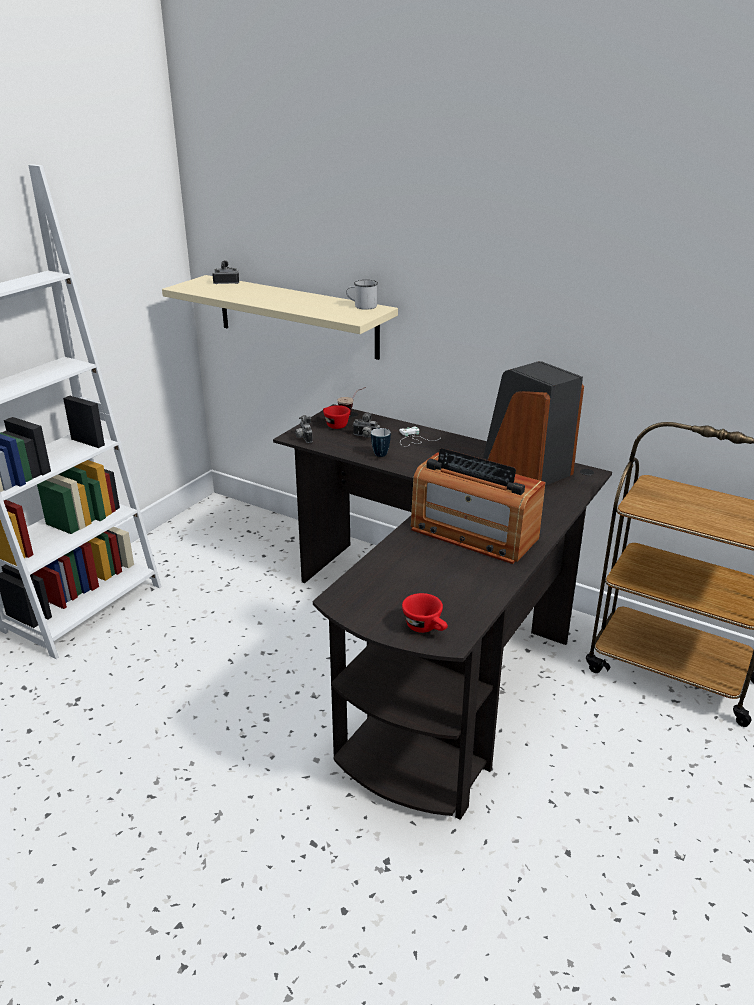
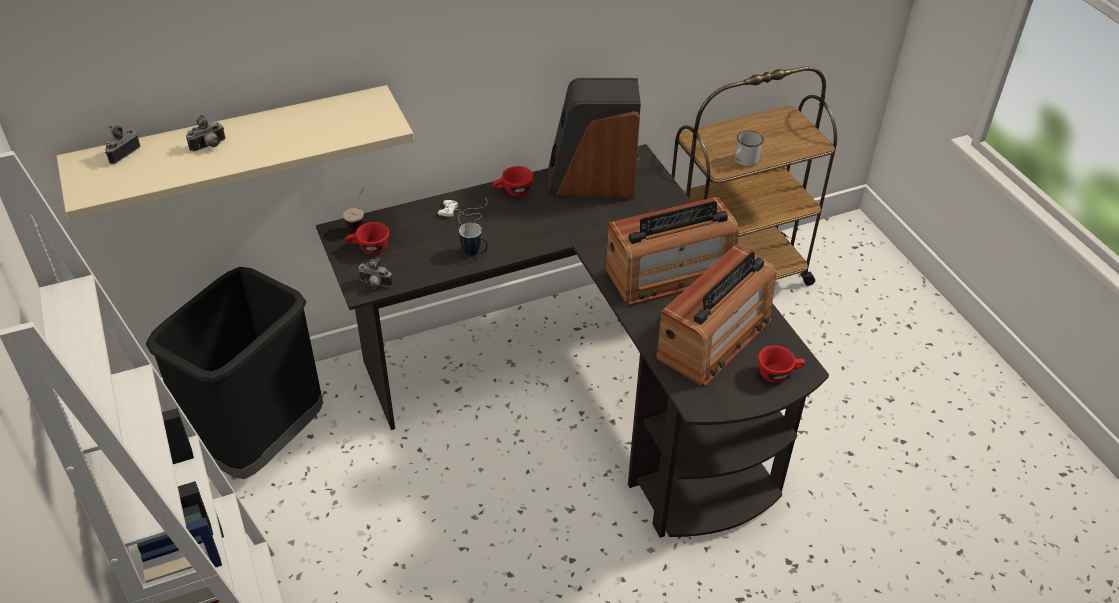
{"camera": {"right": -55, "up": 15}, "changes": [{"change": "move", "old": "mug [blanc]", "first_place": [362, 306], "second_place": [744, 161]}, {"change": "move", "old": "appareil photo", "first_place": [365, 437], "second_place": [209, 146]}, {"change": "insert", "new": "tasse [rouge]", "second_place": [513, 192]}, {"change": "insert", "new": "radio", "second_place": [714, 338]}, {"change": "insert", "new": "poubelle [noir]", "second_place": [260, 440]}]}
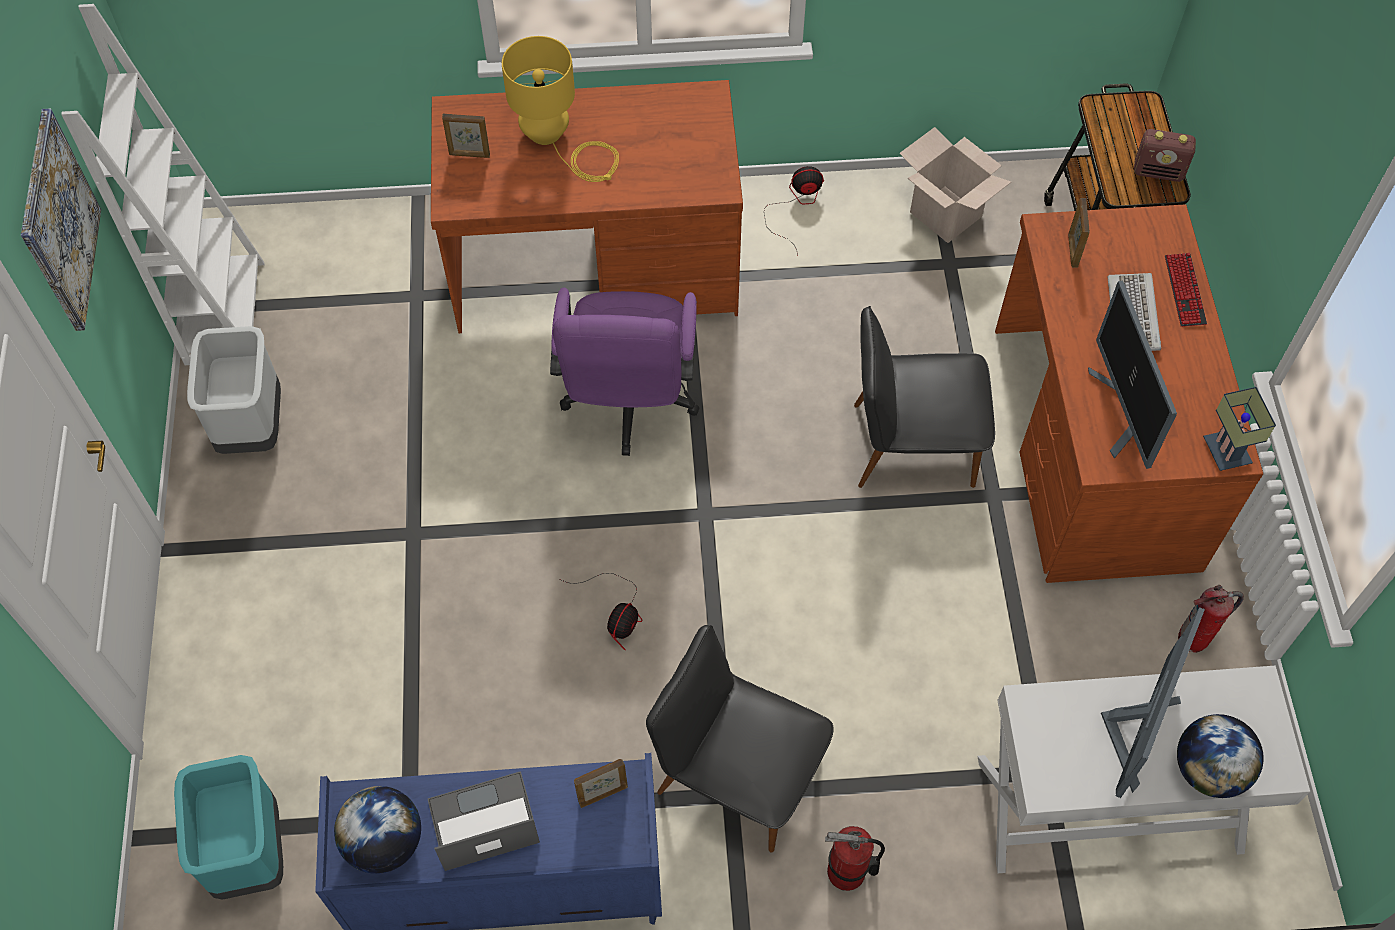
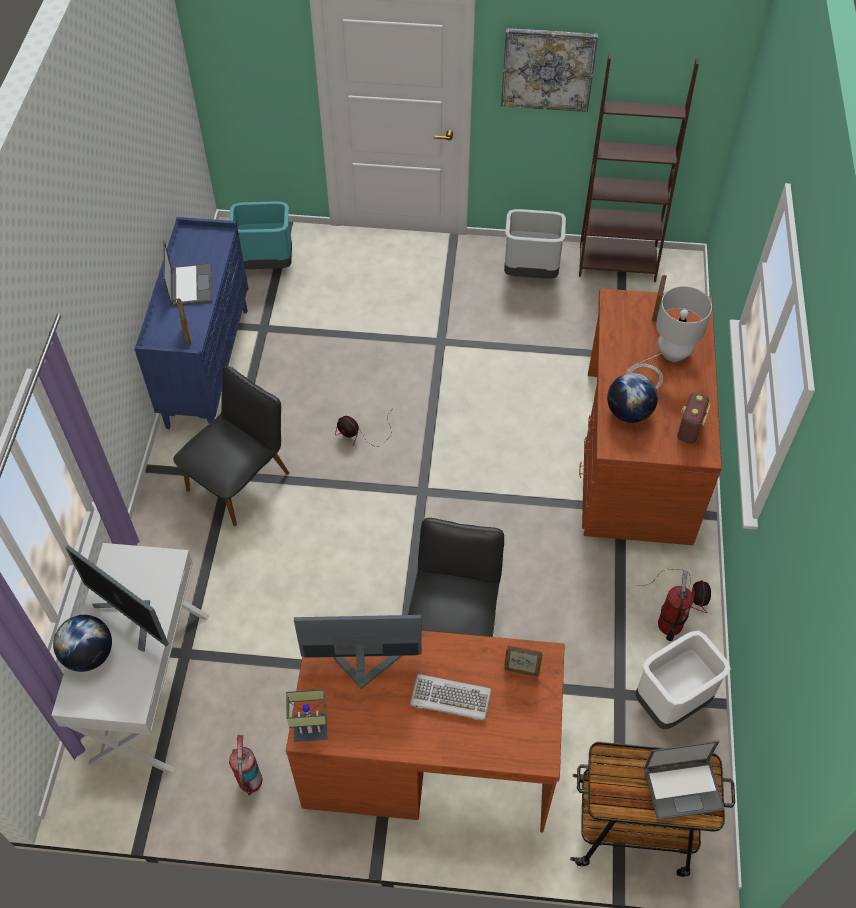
{"camera": {"right": 100, "up": -5}, "changes": [{"change": "recolor", "old": "bibliothèque [blanc]", "new": "bibliothèque [marron]", "first_place": [224, 313], "second_place": [617, 262]}, {"change": "recolor", "old": "lampe de table [jaune]", "new": "lampe de table [gris]", "first_place": [564, 144], "second_place": [662, 362]}, {"change": "replace", "old": "carton", "new": "poubelle [blanc]", "first_place": [945, 214], "second_place": [671, 703]}, {"change": "move", "old": "radio", "first_place": [1159, 172], "second_place": [689, 430]}, {"change": "delete", "old": "clavier", "first_place": [1184, 290]}, {"change": "delete", "old": "chaise de bureau [violet]", "first_place": [629, 405]}, {"change": "move", "old": "globe", "first_place": [385, 842], "second_place": [628, 412]}, {"change": "move", "old": "extincteur", "first_place": [847, 872], "second_place": [669, 625]}, {"change": "insert", "new": "ordinateur portable", "second_place": [684, 788]}]}
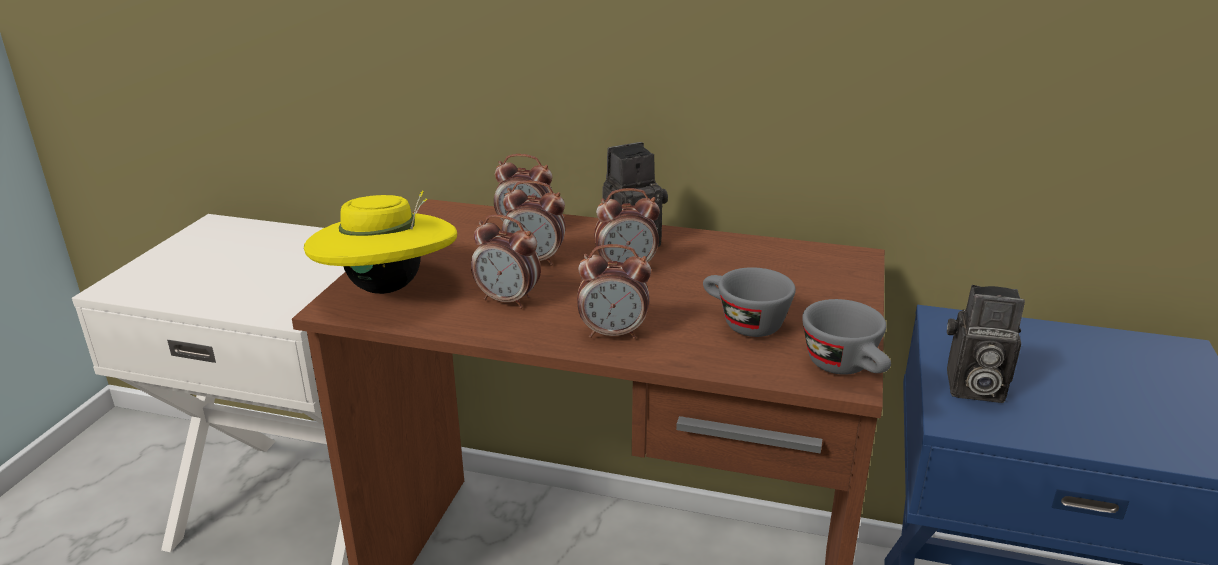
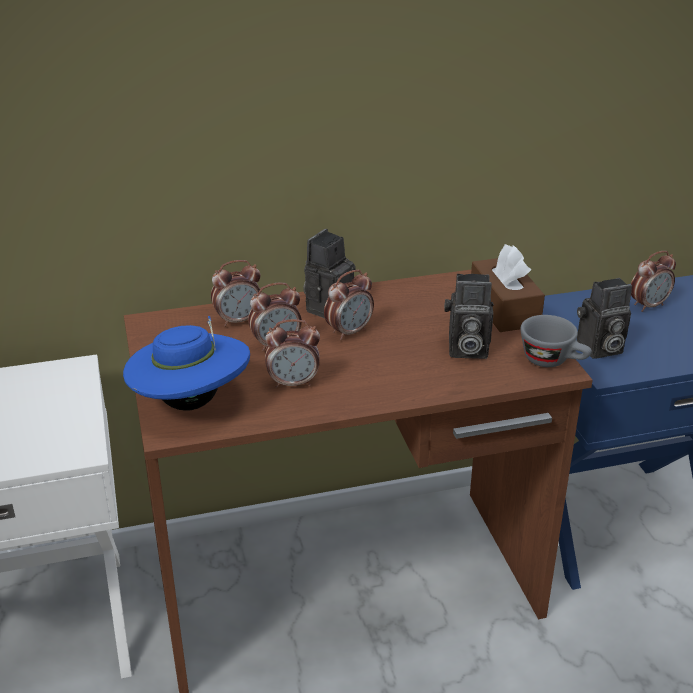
{"camera": {"right": -30, "up": 5}, "changes": [{"change": "recolor", "old": "chapeau [jaune]", "new": "chapeau [bleu]", "first_place": [388, 288], "second_place": [191, 402]}, {"change": "move", "old": "réveil", "first_place": [613, 333], "second_place": [648, 305]}, {"change": "replace", "old": "tasse [gris]", "new": "appareil photo", "first_place": [742, 323], "second_place": [465, 349]}, {"change": "insert", "new": "boîte à mouchoirs [marron]", "second_place": [504, 308]}]}
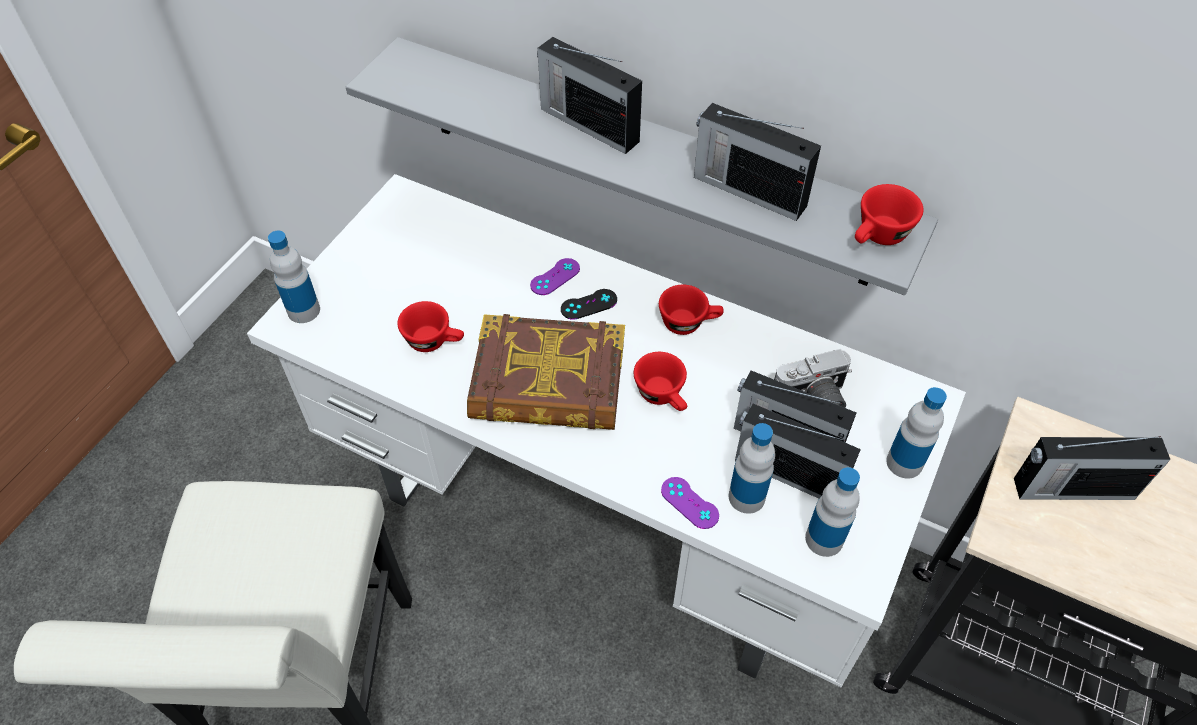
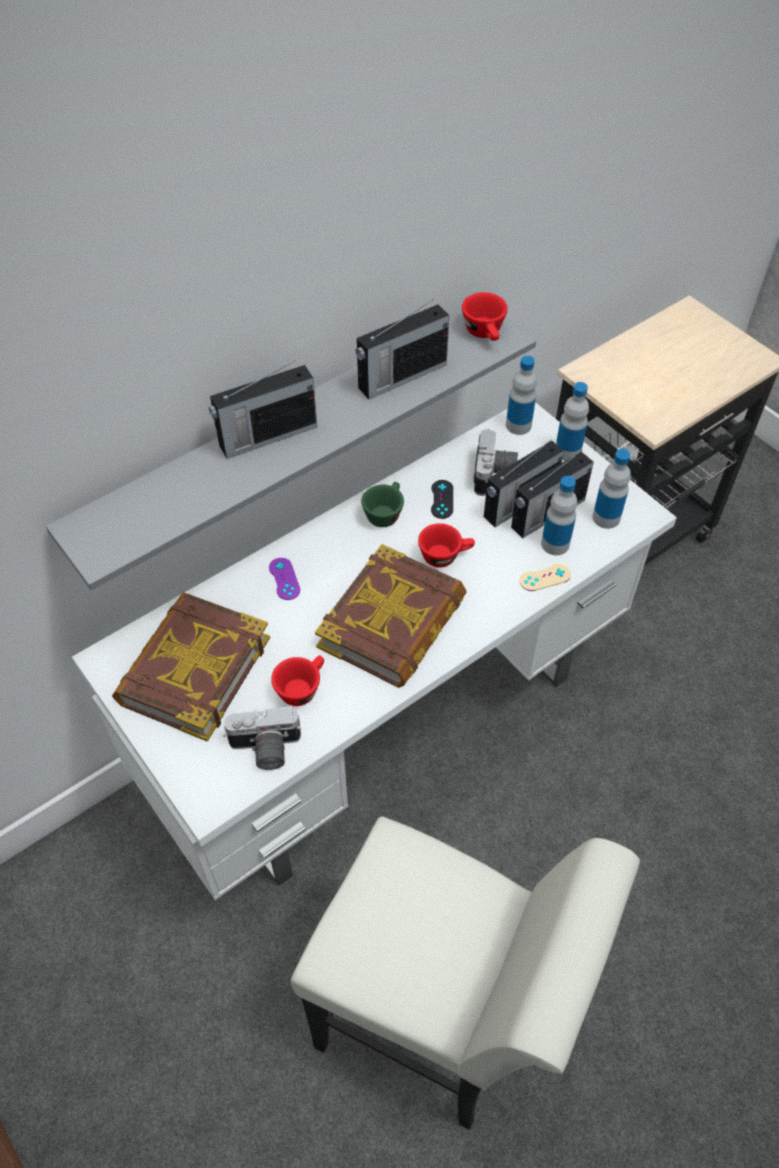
{"camera": {"right": -65, "up": 0}, "changes": [{"change": "move", "old": "bouteille", "first_place": [304, 310], "second_place": [518, 425]}, {"change": "recolor", "old": "tasse [rouge]", "new": "tasse [vert]", "first_place": [689, 322], "second_place": [384, 513]}, {"change": "move", "old": "manette [noir]", "first_place": [589, 304], "second_place": [442, 499]}, {"change": "delete", "old": "radio", "first_place": [1071, 488]}, {"change": "recolor", "old": "manette [violet]", "new": "manette [beige]", "first_place": [689, 503], "second_place": [545, 577]}, {"change": "insert", "new": "livre", "second_place": [194, 670]}, {"change": "insert", "new": "appareil photo", "second_place": [265, 749]}]}
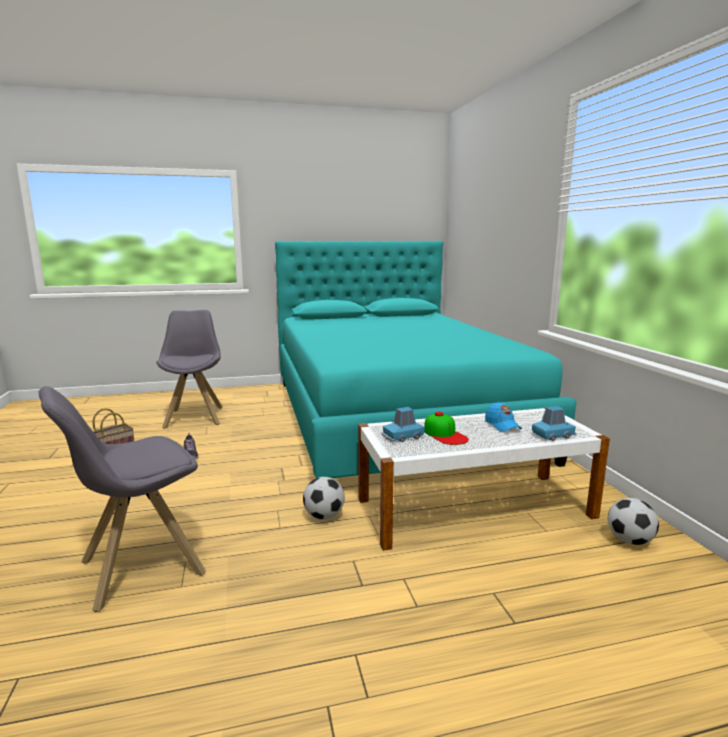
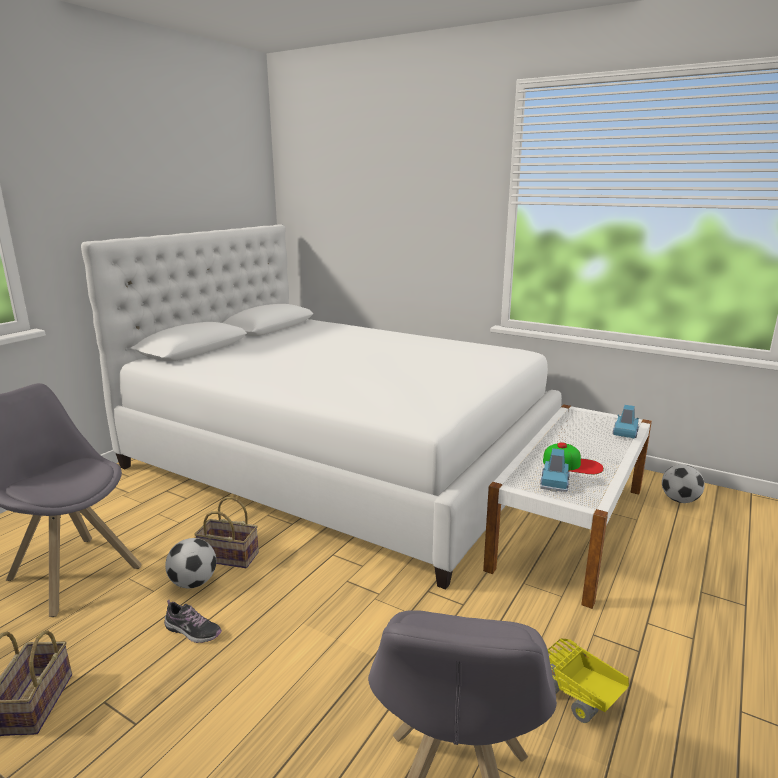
{"camera": {"right": -45, "up": 5}, "changes": [{"change": "recolor", "old": "lit [turquoise]", "new": "lit [blanc]", "first_place": [394, 416], "second_place": [340, 460]}, {"change": "delete", "old": "casquette [bleu]", "first_place": [502, 425]}, {"change": "move", "old": "ballon de foot", "first_place": [324, 516], "second_place": [193, 583]}, {"change": "insert", "new": "panier", "second_place": [227, 557]}, {"change": "insert", "new": "camion jouet", "second_place": [579, 698]}]}
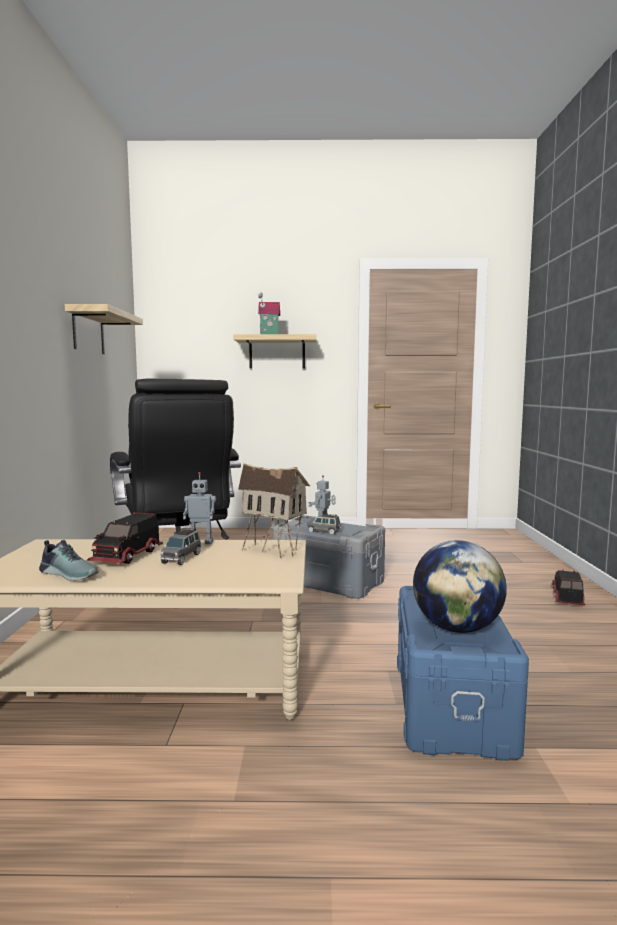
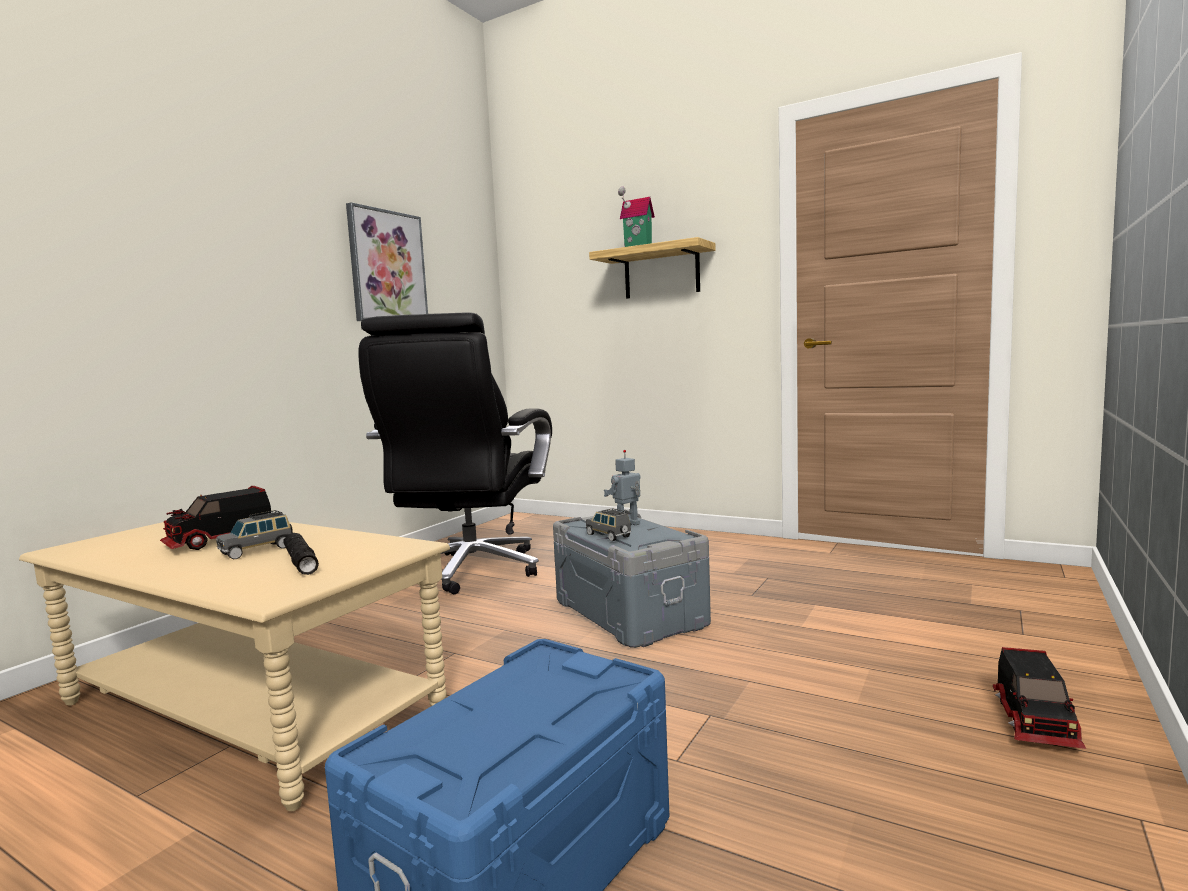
{"camera": {"right": 30, "up": 0}, "changes": [{"change": "replace", "old": "étagère", "new": "tableau", "first_place": [88, 331], "second_place": [387, 267]}, {"change": "delete", "old": "maison miniature", "first_place": [274, 550]}, {"change": "delete", "old": "robot jouet", "first_place": [201, 542]}, {"change": "delete", "old": "chaussure", "first_place": [70, 574]}, {"change": "delete", "old": "globe", "first_place": [457, 628]}, {"change": "rotate", "old": "camion jouet", "first_place": [566, 597], "second_place": [1036, 722], "degrees": 150}, {"change": "insert", "new": "lampe de poche [noir]", "second_place": [301, 561]}]}
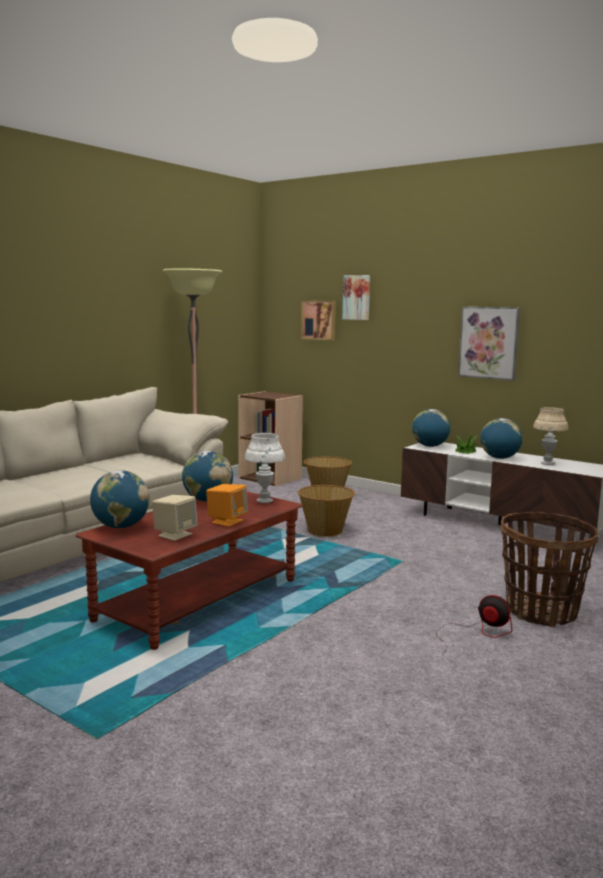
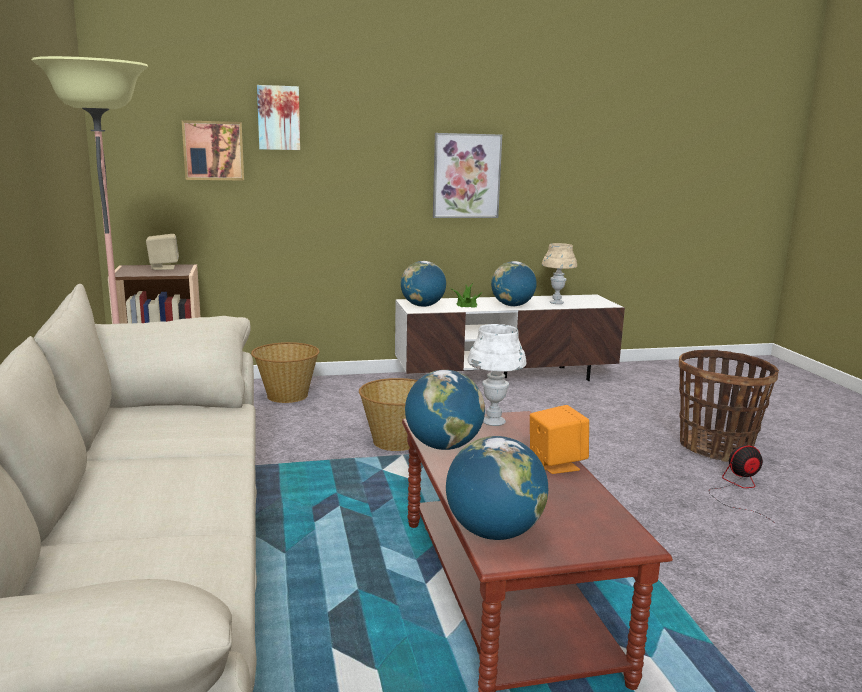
{"camera": {"right": -50, "up": 5}, "changes": [{"change": "move", "old": "enceinte [beige]", "first_place": [175, 535], "second_place": [163, 267]}]}
